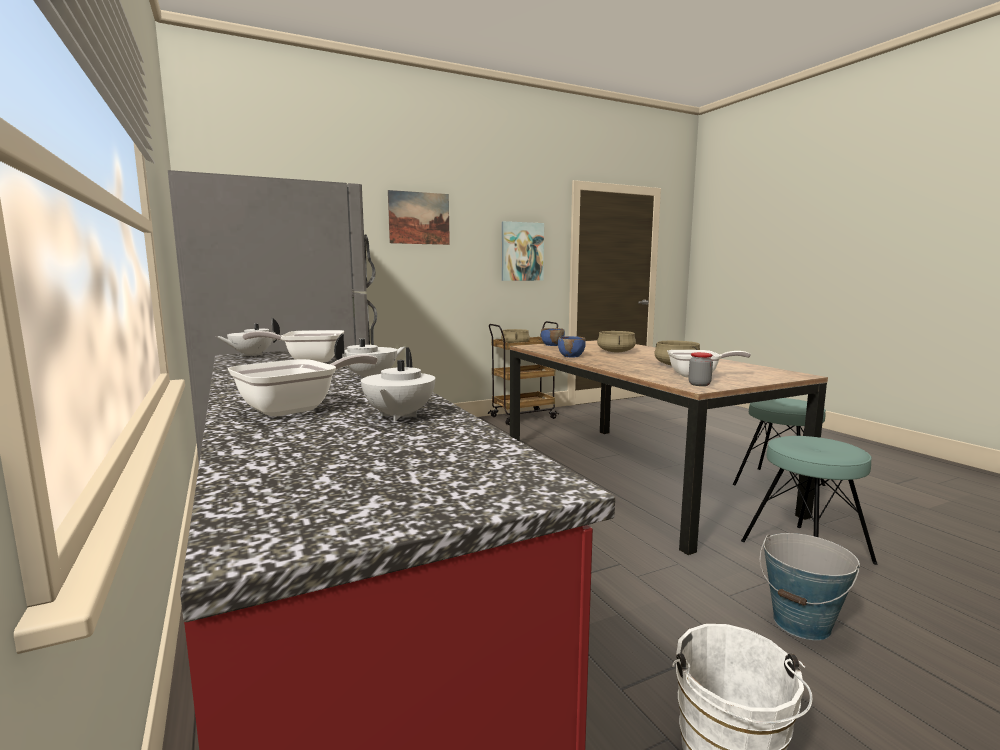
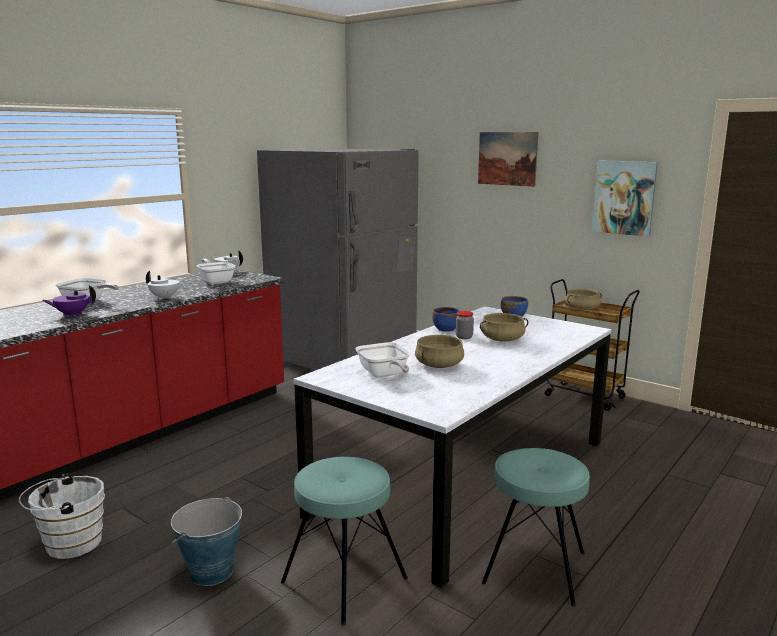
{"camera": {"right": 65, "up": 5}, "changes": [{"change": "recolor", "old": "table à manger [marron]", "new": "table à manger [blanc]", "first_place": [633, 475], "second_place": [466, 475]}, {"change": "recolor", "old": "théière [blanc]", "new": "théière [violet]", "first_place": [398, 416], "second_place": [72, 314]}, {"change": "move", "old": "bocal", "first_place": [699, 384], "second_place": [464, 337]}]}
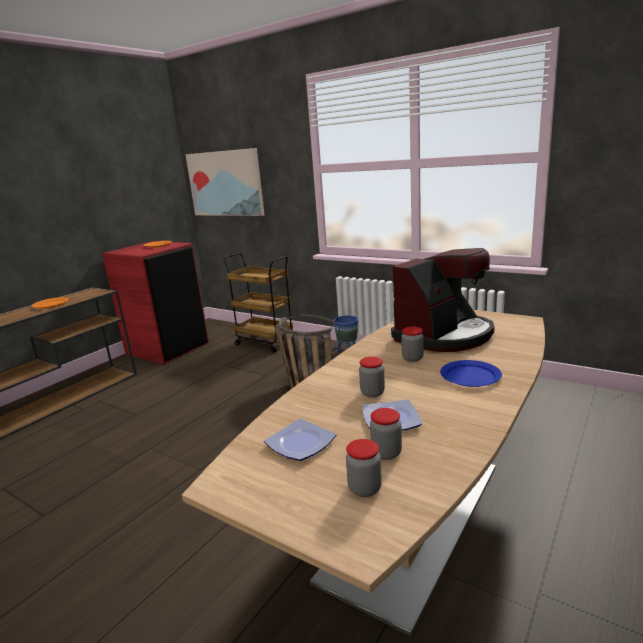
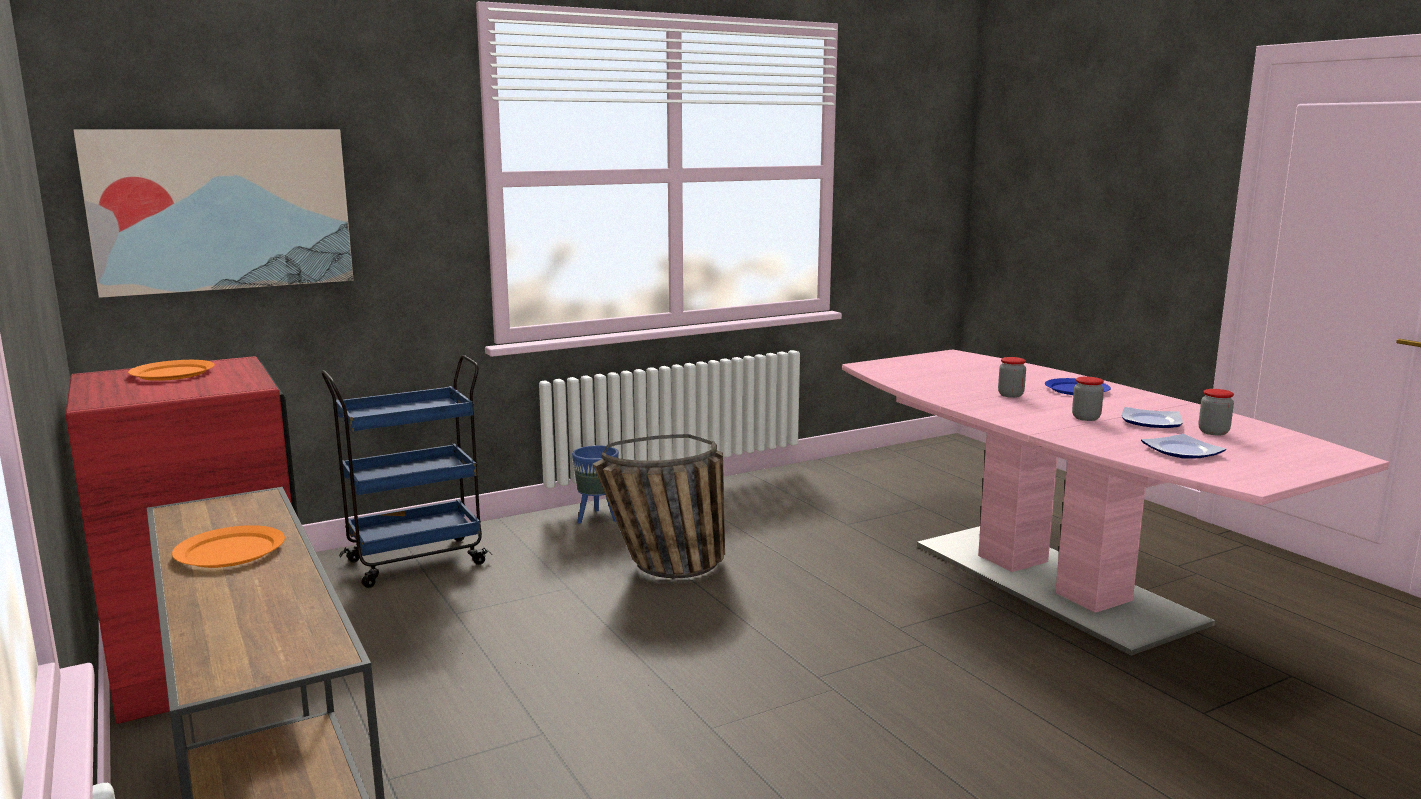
{"camera": {"right": -65, "up": -5}, "changes": [{"change": "delete", "old": "machine à café", "first_place": [444, 335]}, {"change": "recolor", "old": "chariot [marron]", "new": "chariot [bleu]", "first_place": [266, 343], "second_place": [417, 562]}, {"change": "recolor", "old": "table à manger [marron]", "new": "table à manger [rose]", "first_place": [415, 518], "second_place": [1051, 582]}, {"change": "delete", "old": "bocal", "first_place": [364, 488]}]}
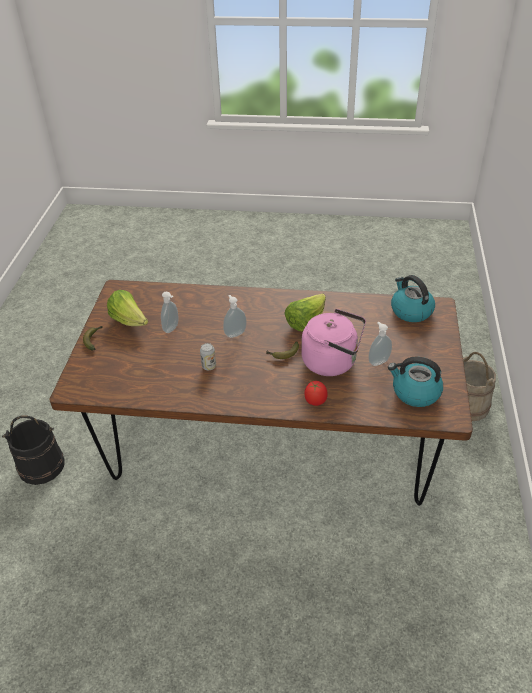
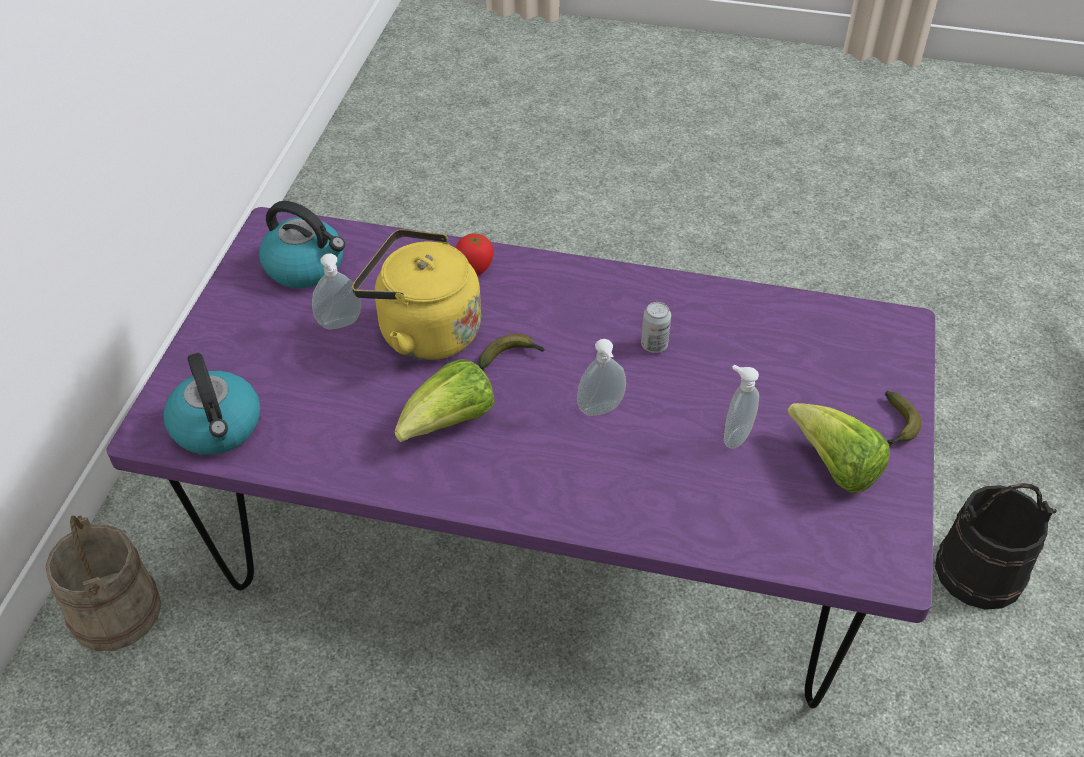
{"camera": {"right": -175, "up": 5}, "changes": [{"change": "recolor", "old": "table à manger [marron]", "new": "table à manger [violet]", "first_place": [268, 450], "second_place": [544, 557]}, {"change": "recolor", "old": "bouilloire [rose]", "new": "bouilloire [jaune]", "first_place": [332, 362], "second_place": [423, 332]}]}
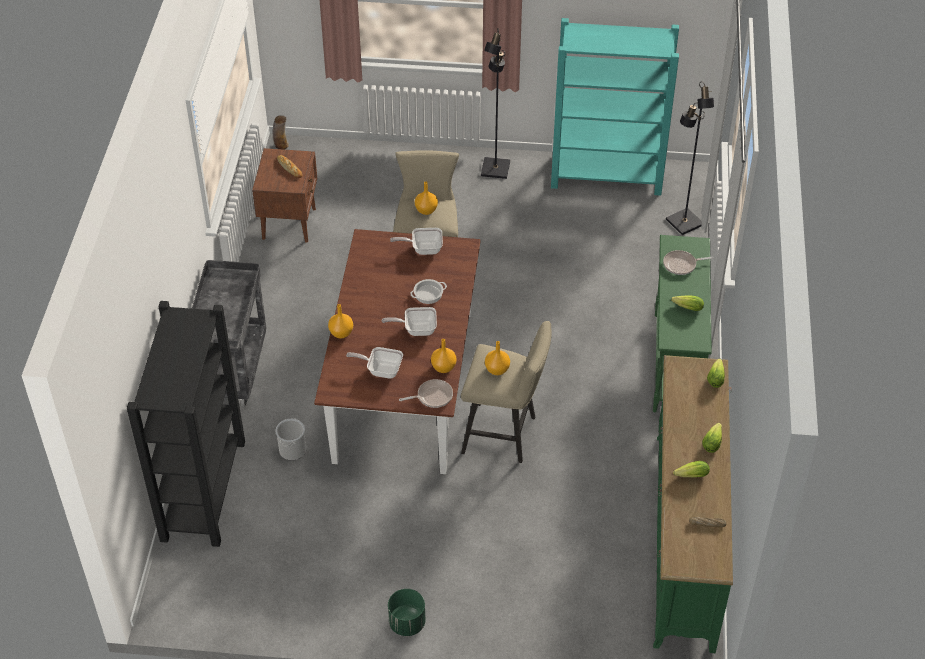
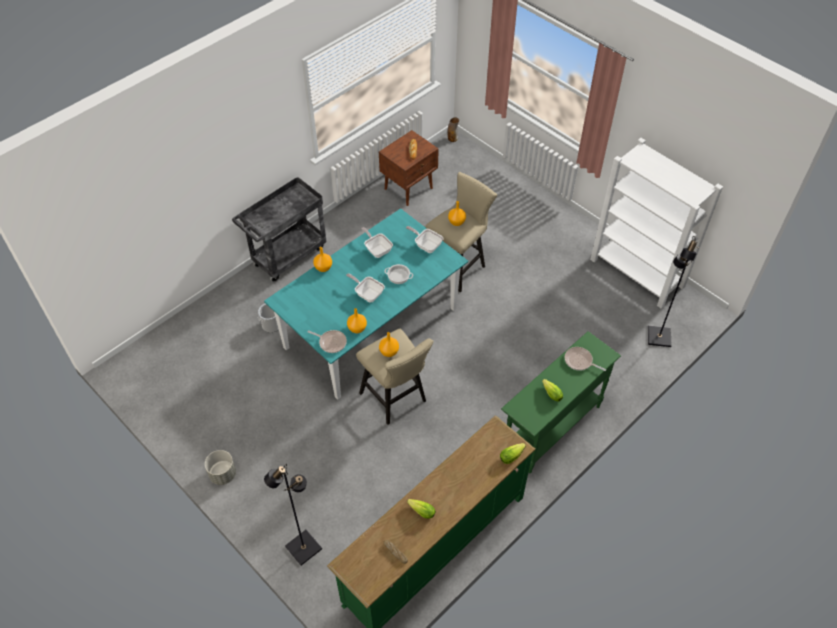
{"camera": {"right": 40, "up": 5}, "changes": [{"change": "recolor", "old": "bibliothèque [turquoise]", "new": "bibliothèque [blanc]", "first_place": [607, 175], "second_place": [637, 273]}, {"change": "move", "old": "lampadaire [noir]", "first_place": [495, 168], "second_place": [304, 547]}, {"change": "recolor", "old": "table à manger [marron]", "new": "table à manger [turquoise]", "first_place": [403, 384], "second_place": [371, 327]}, {"change": "delete", "old": "bibliothèque [noir]", "first_place": [203, 490]}, {"change": "move", "old": "poêle", "first_place": [381, 370], "second_place": [377, 249]}, {"change": "delete", "old": "laitue", "first_place": [713, 442]}, {"change": "recolor", "old": "cache-pot [vert]", "new": "cache-pot [gris]", "first_place": [407, 623], "second_place": [223, 474]}]}
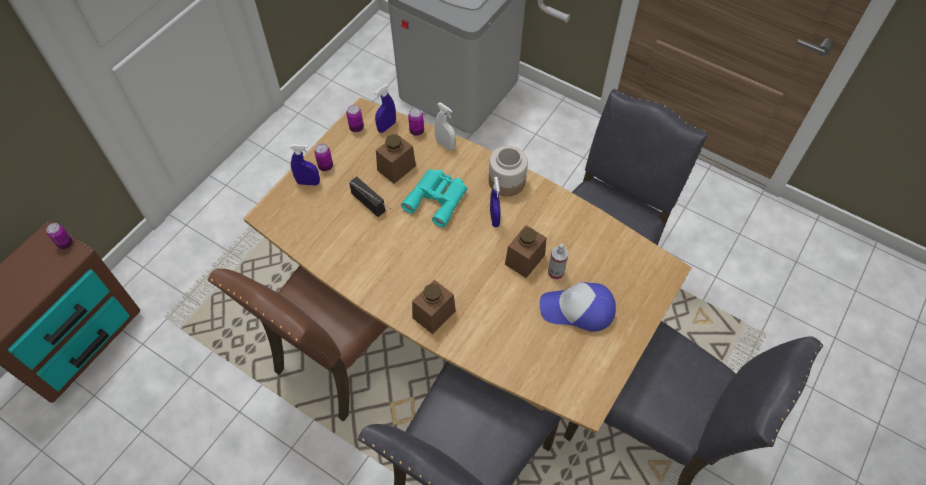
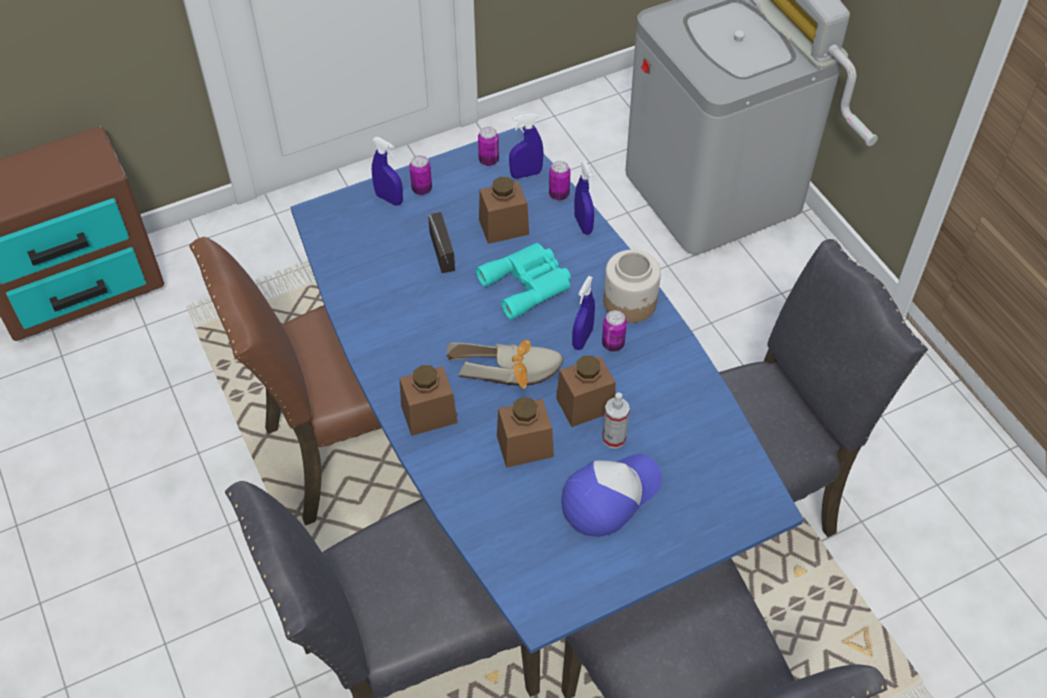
{"camera": {"right": 30, "up": -5}, "changes": [{"change": "recolor", "old": "table à manger [marron]", "new": "table à manger [bleu]", "first_place": [462, 325], "second_place": [523, 487]}, {"change": "recolor", "old": "vaporisateur [blanc]", "new": "vaporisateur [bleu]", "first_place": [445, 144], "second_place": [583, 225]}, {"change": "move", "old": "boîte métallique", "first_place": [65, 243], "second_place": [613, 344]}, {"change": "rotate", "old": "casquette", "first_place": [578, 310], "second_place": [610, 496], "degrees": 105}, {"change": "insert", "new": "chaussure", "second_place": [512, 370]}, {"change": "insert", "new": "bocal [marron]", "second_place": [525, 446]}]}
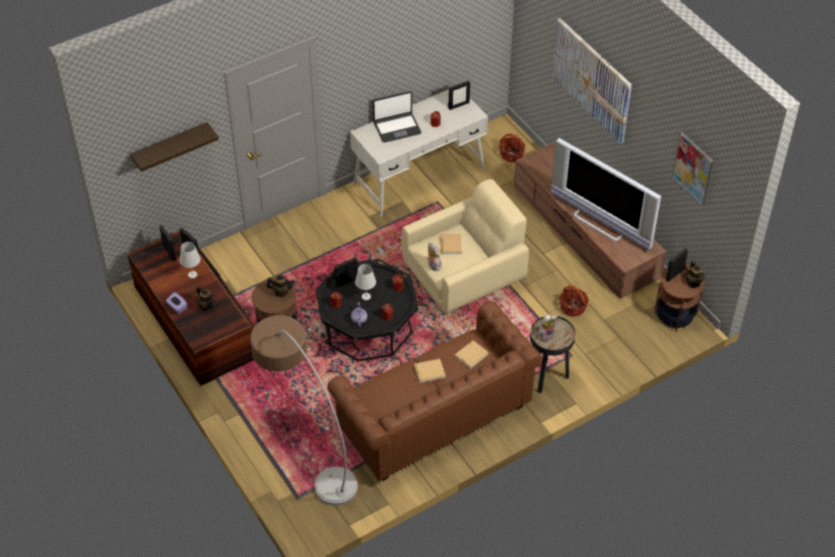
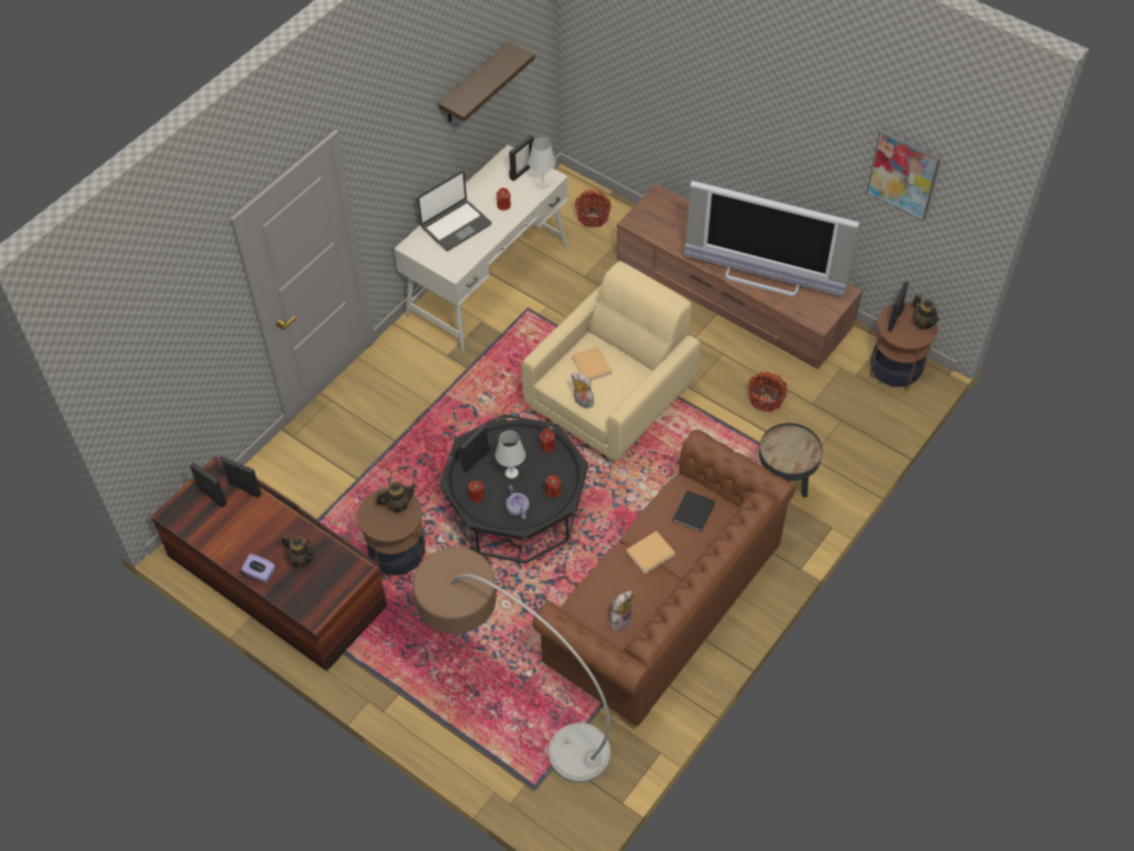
{"camera": {"right": -20, "up": 5}, "changes": [{"change": "delete", "old": "tableau", "first_place": [591, 80]}, {"change": "move", "old": "étagère", "first_place": [170, 146], "second_place": [475, 85]}, {"change": "move", "old": "lampe de table [blanc]", "first_place": [192, 275], "second_place": [542, 183]}, {"change": "move", "old": "peluche", "first_place": [545, 335], "second_place": [620, 619]}, {"change": "recolor", "old": "livre [beige]", "new": "livre [noir]", "first_place": [472, 354], "second_place": [694, 511]}]}
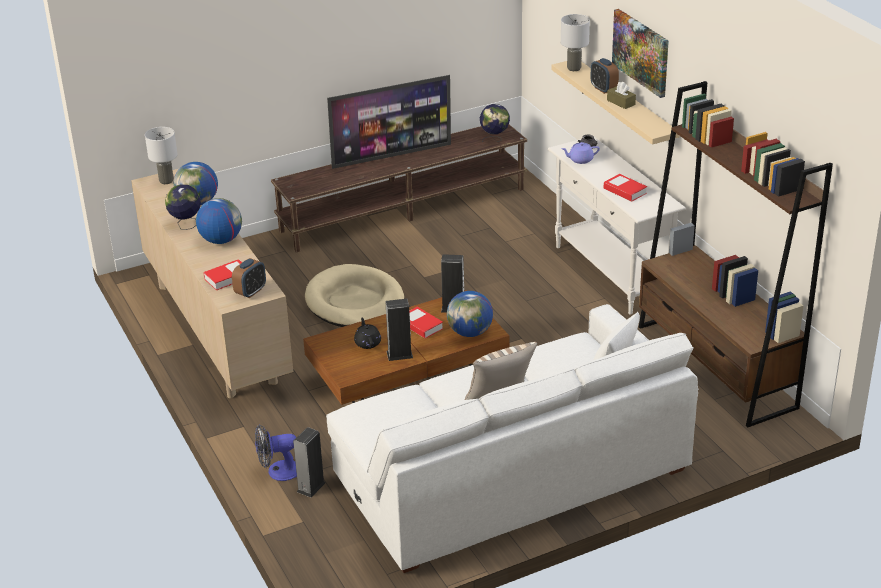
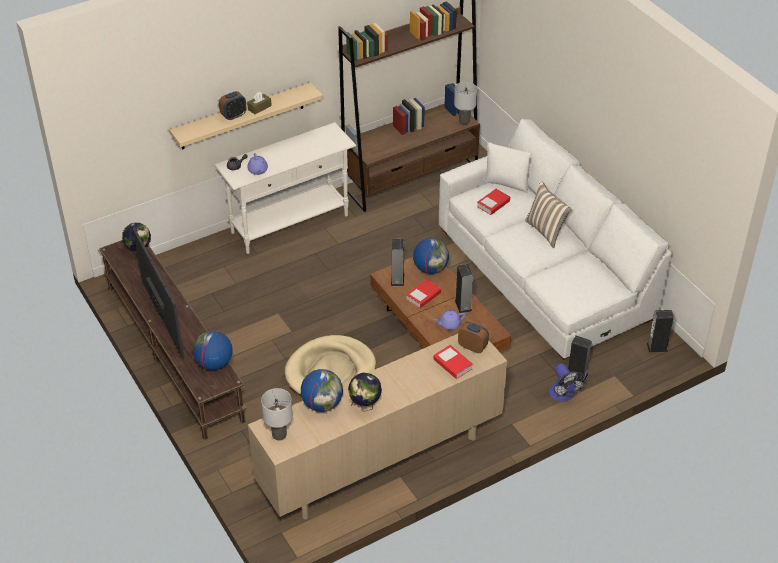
{"camera": {"right": -95, "up": 10}, "changes": [{"change": "delete", "old": "tableau", "first_place": [641, 52]}, {"change": "move", "old": "lampe de table [blanc]", "first_place": [573, 69], "second_place": [464, 122]}, {"change": "move", "old": "livre", "first_place": [625, 191], "second_place": [493, 204]}, {"change": "move", "old": "globe", "first_place": [221, 240], "second_place": [214, 363]}, {"change": "recolor", "old": "théière [noir]", "new": "théière [violet]", "first_place": [367, 343], "second_place": [449, 324]}, {"change": "insert", "new": "enceinte", "second_place": [657, 347]}]}
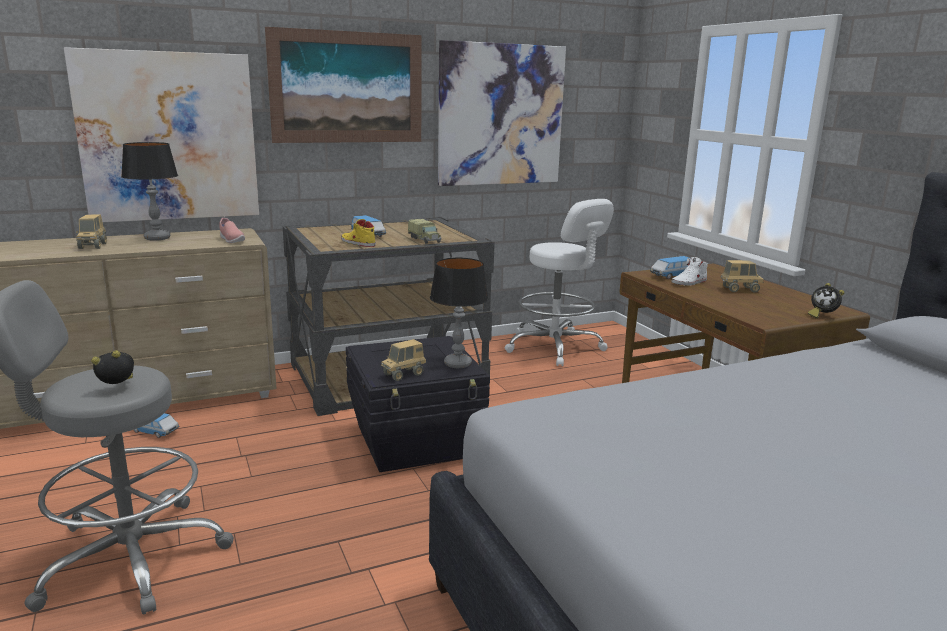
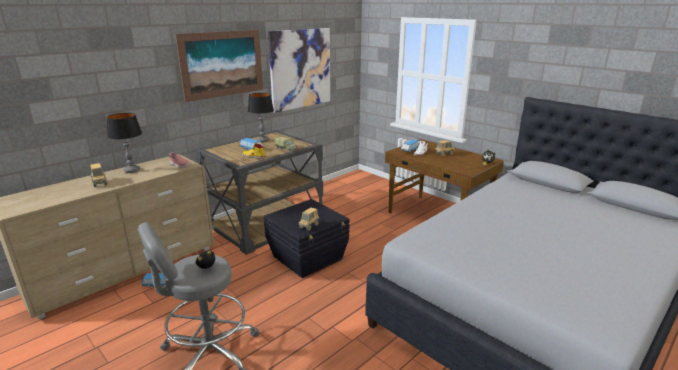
{"camera": {"right": -20, "up": 5}, "changes": [{"change": "delete", "old": "tableau", "first_place": [169, 137]}, {"change": "delete", "old": "tabouret [blanc]", "first_place": [555, 347]}, {"change": "move", "old": "lampe de table", "first_place": [458, 364], "second_place": [263, 140]}]}
